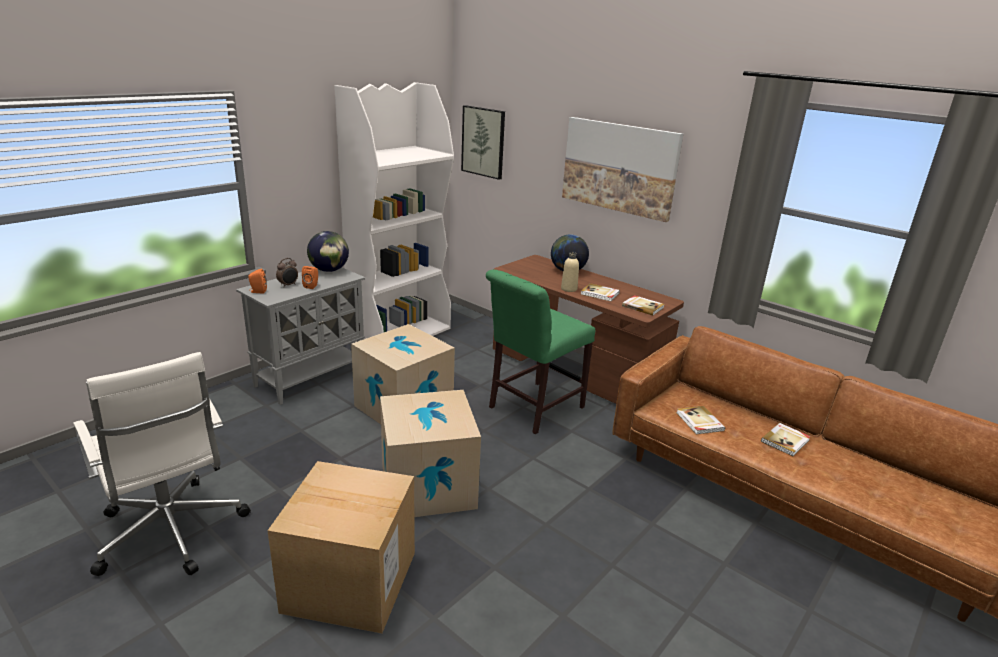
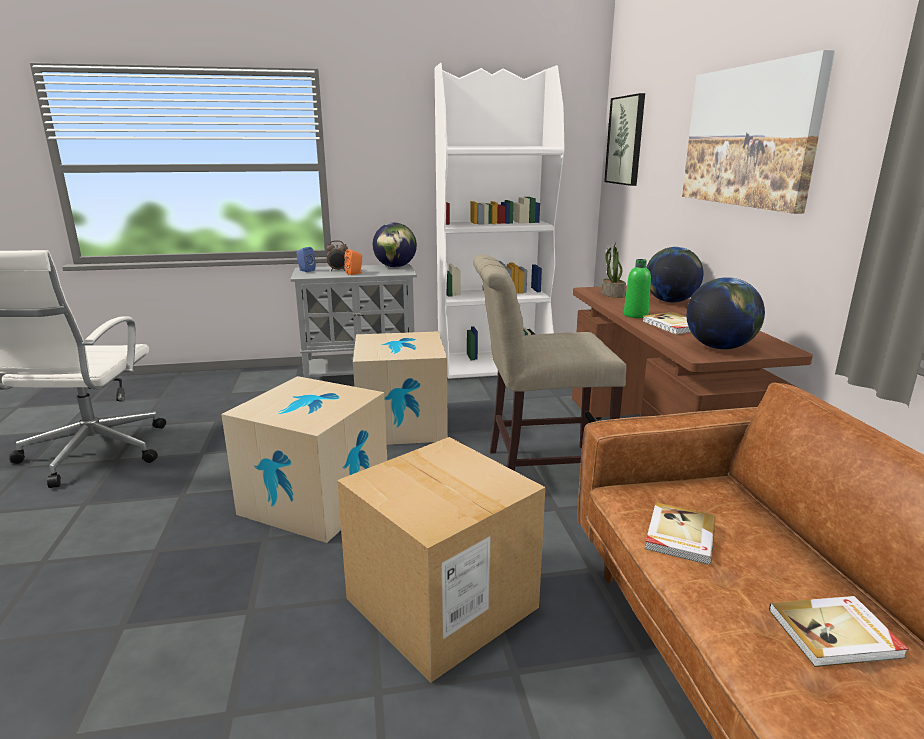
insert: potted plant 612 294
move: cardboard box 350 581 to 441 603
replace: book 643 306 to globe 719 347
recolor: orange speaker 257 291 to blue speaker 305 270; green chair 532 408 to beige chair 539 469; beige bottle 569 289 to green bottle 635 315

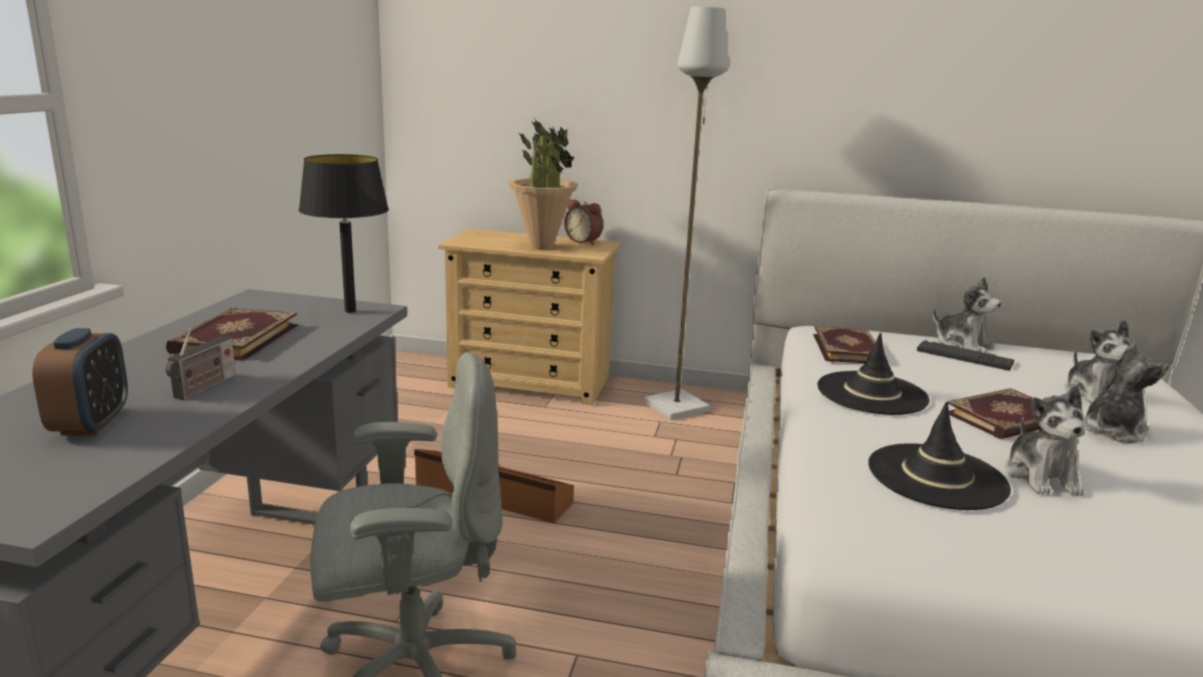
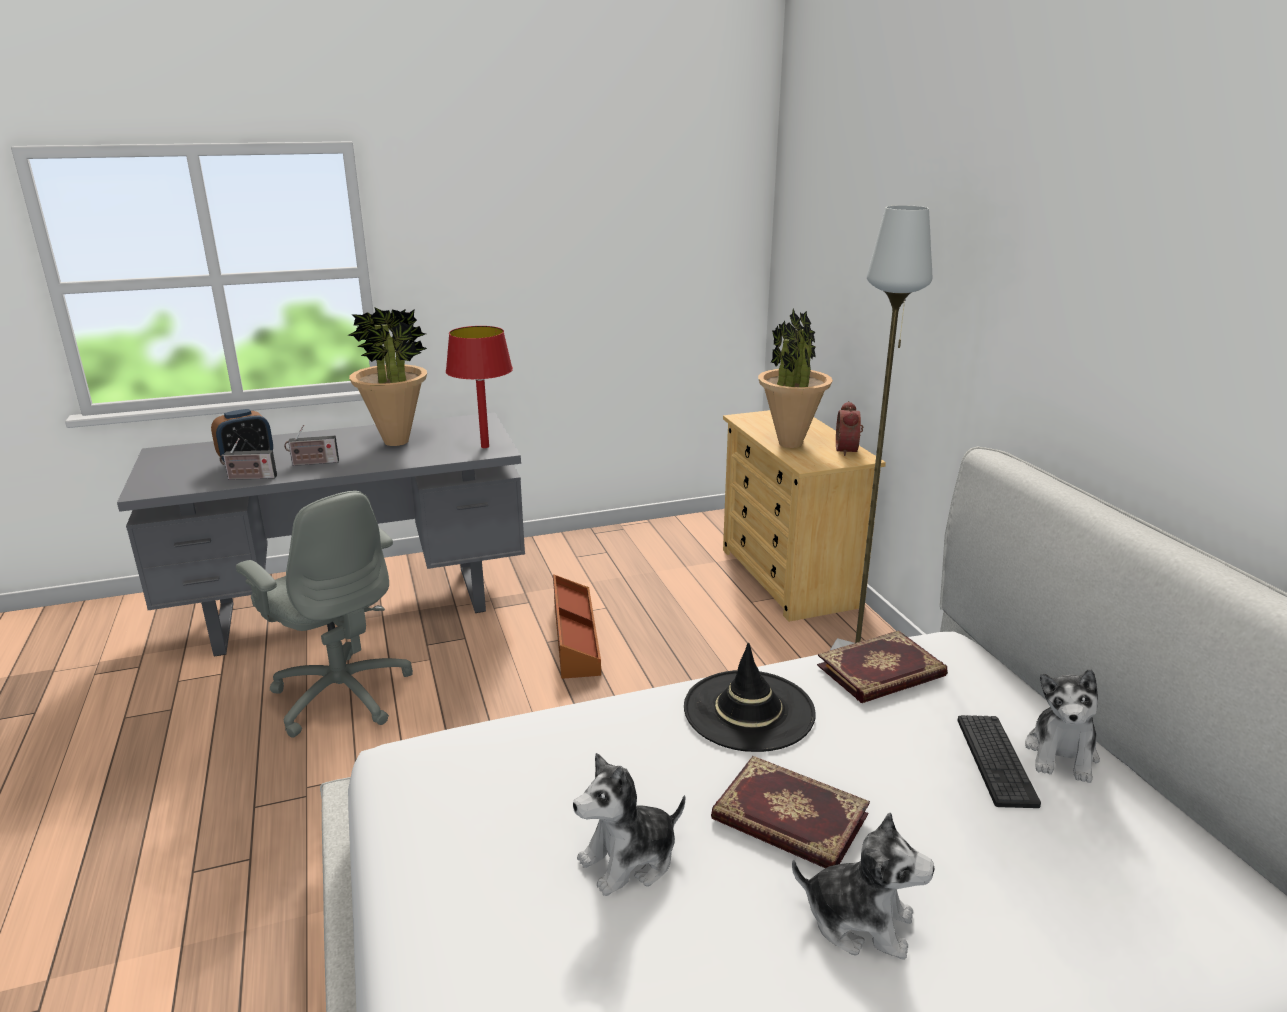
delete: black hat 937 477; plush toy 1093 395
insert: radio 250 478
replace: book 234 338 to potted plant 397 441
recolor: black table lamp 350 311 to red table lamp 484 446

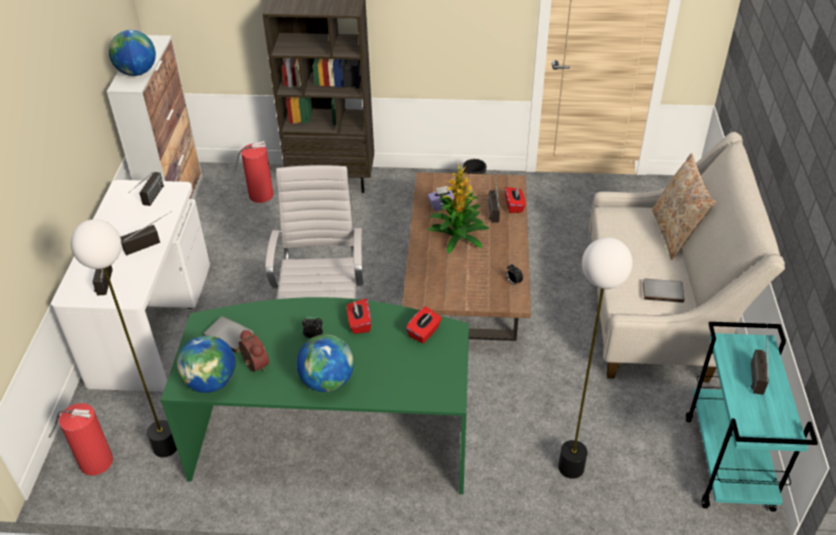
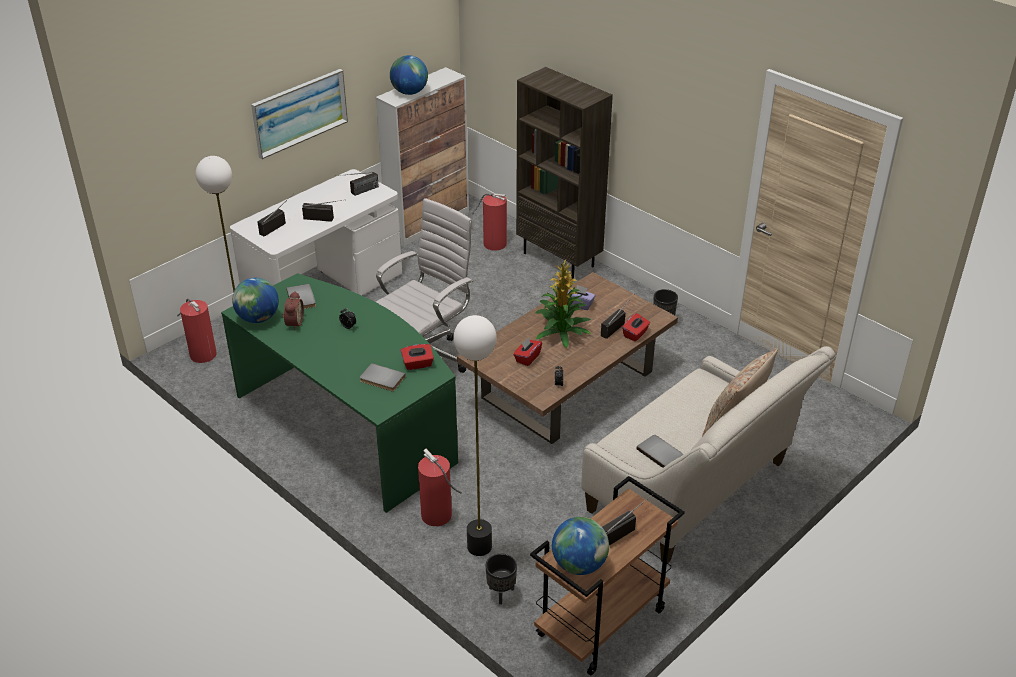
insert: picture 299 112; grey book 381 379; fire extinguisher 437 516; black planter 501 593
move: globe 327 381 to 579 565; red tissue box 359 323 to 527 358
recolor: turquoise cart 729 463 to brown cart 601 624

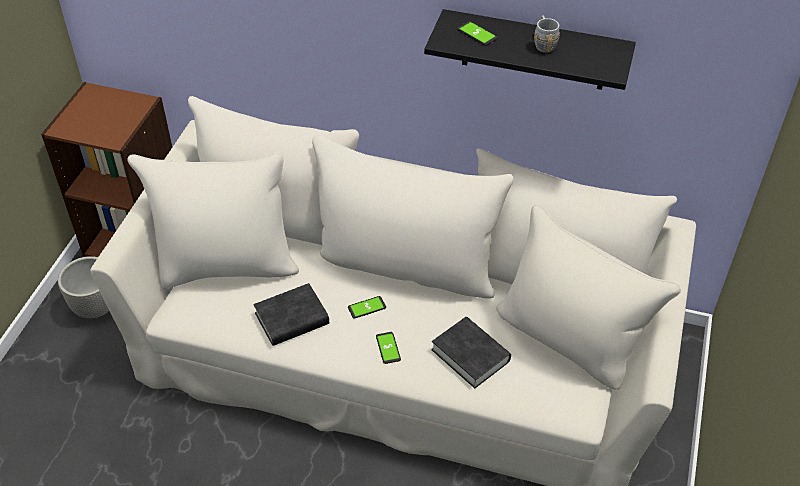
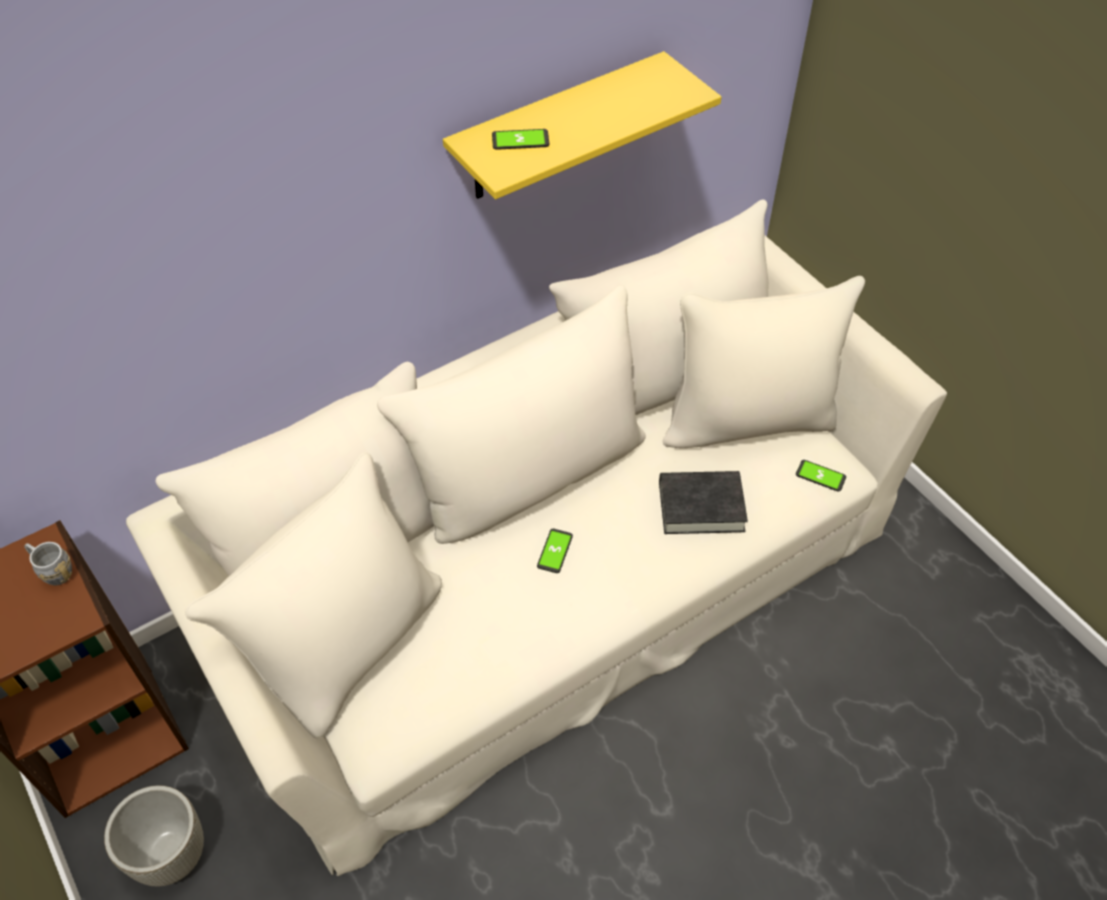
delete: black book 292 319
move: phone 388 348 to 820 476; grey mug 543 43 to 53 571
recolor: black shelf 534 50 to yellow shelf 557 128

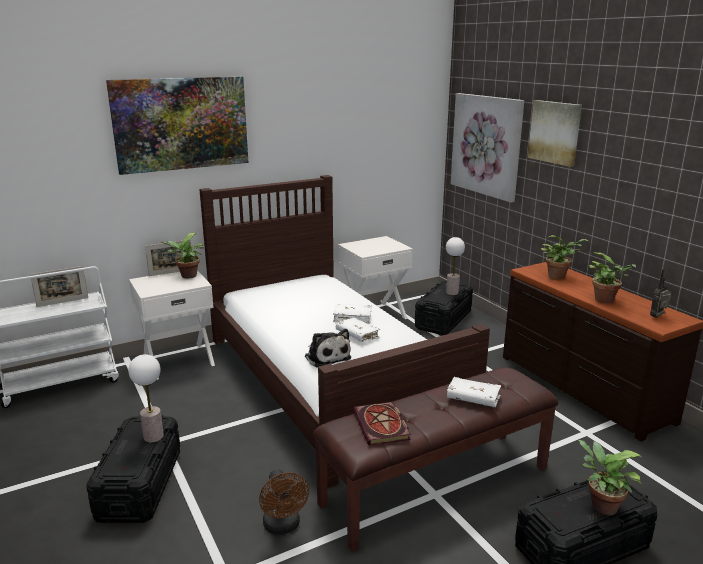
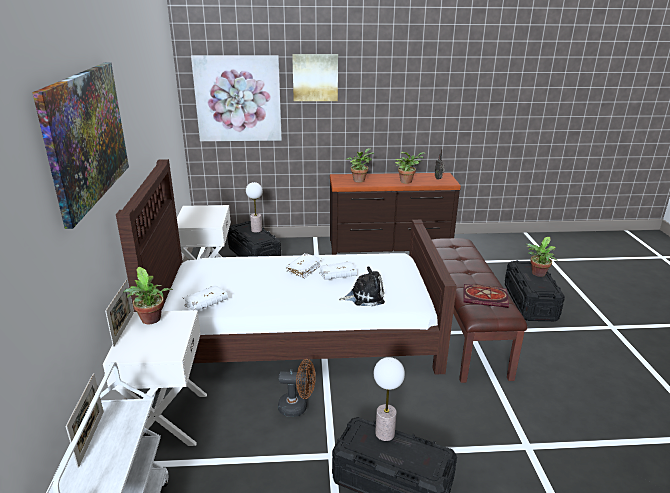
move: brown fan 283 526 to 298 407; white book 473 399 to 206 303

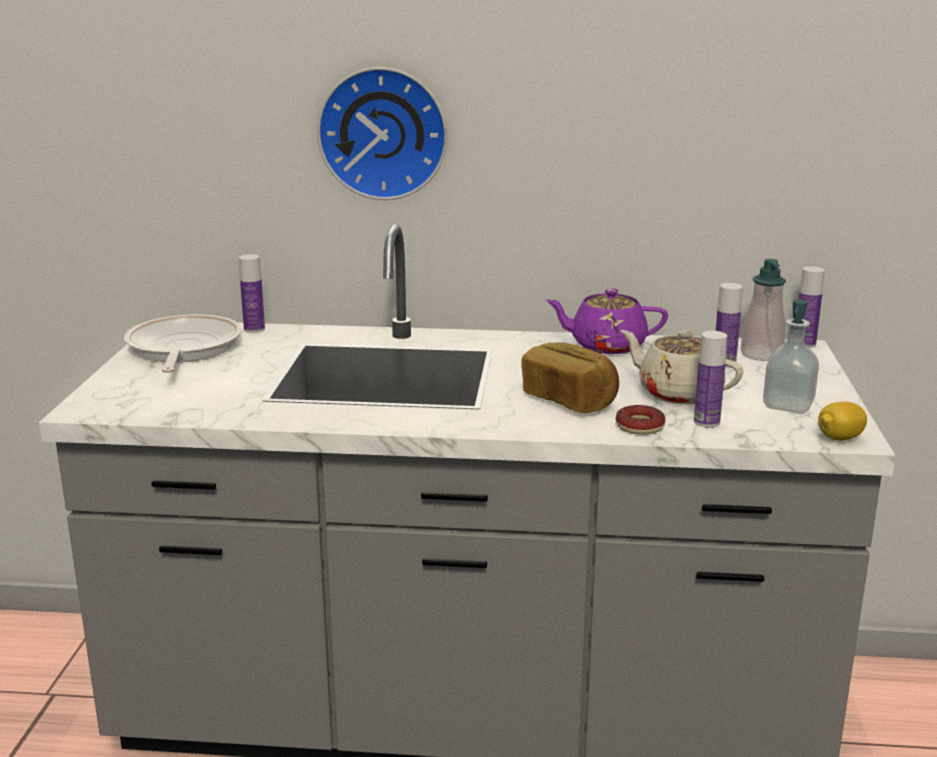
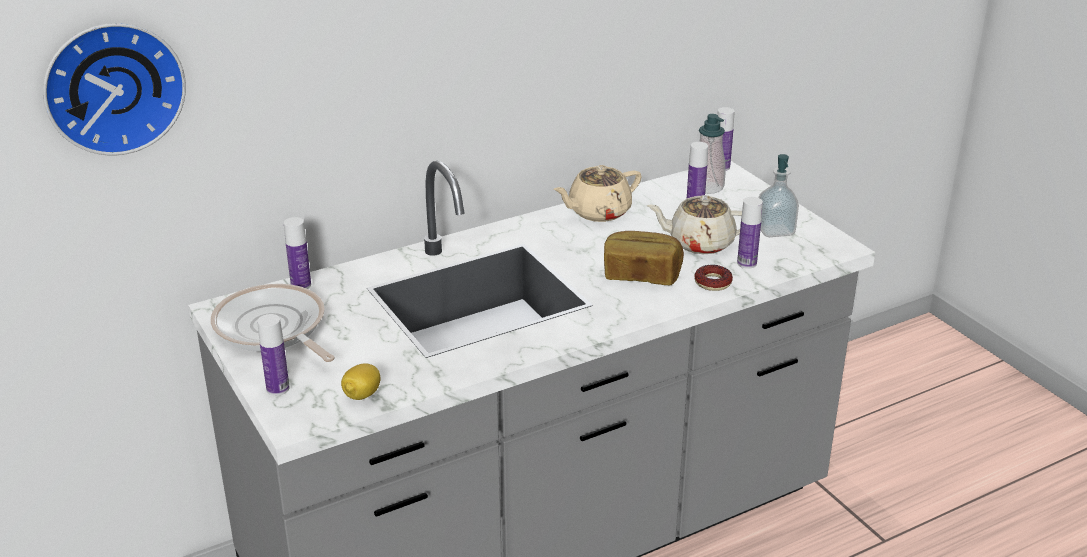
insert: bottle 278 388
move: wall clock 383 133 to 113 86; lemon 839 438 to 362 395
recolor: purple teapot 606 346 to beige teapot 598 212

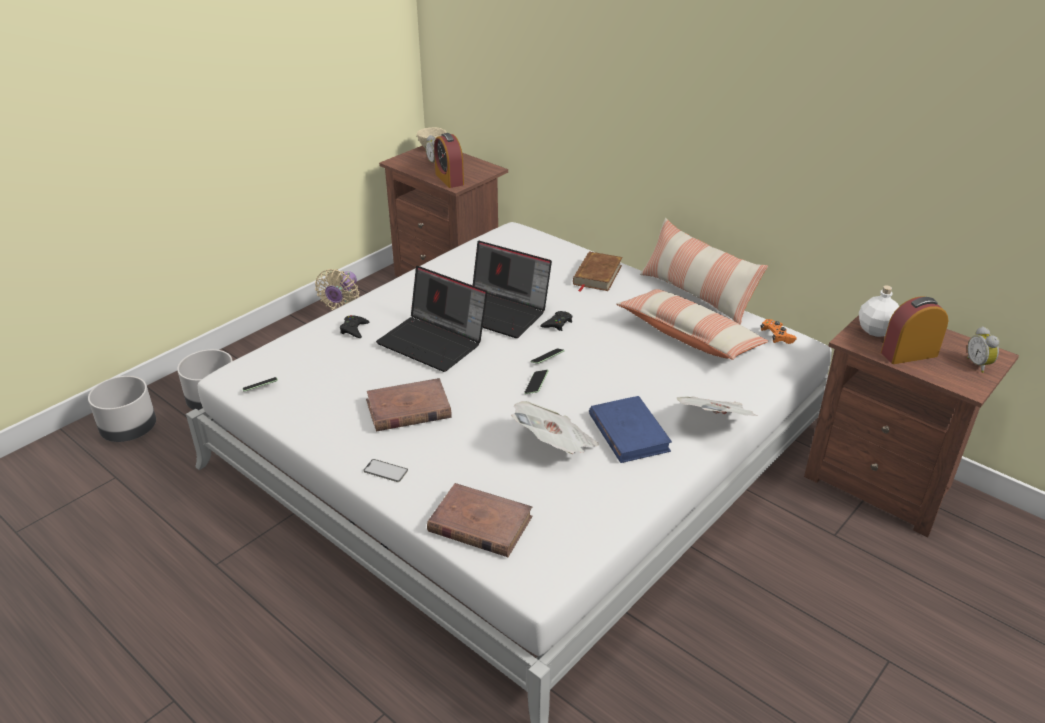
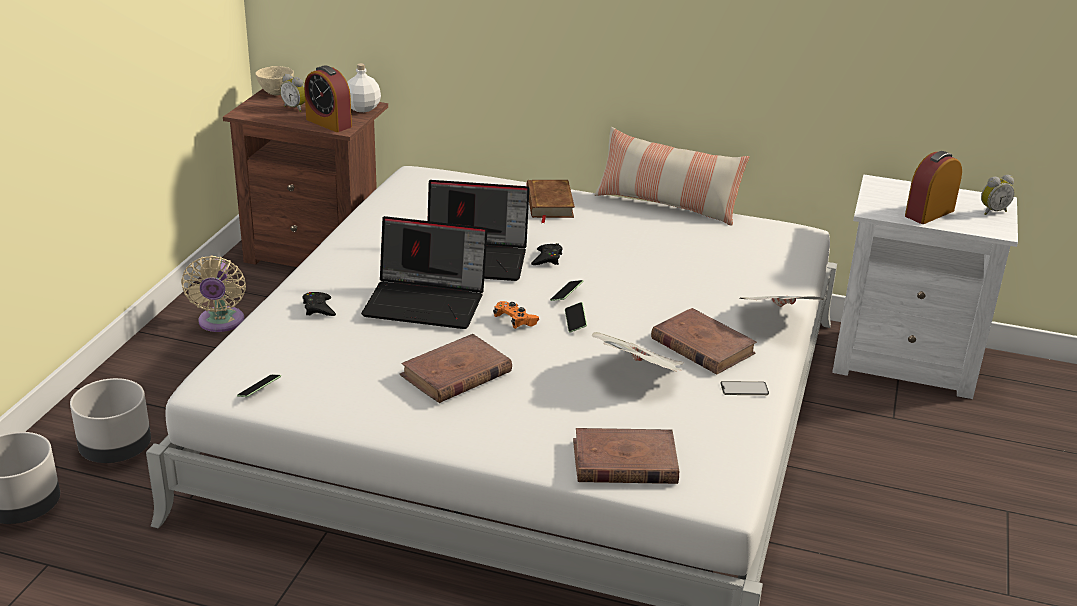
delete: pillow 689 336
move: phone 385 471 to 744 389; orange game controller 776 337 to 515 321; white bottle 875 330 to 362 108
recolor: blue book 628 432 to brown book 702 346; brown nightstand 883 483 to white nightstand 905 362
rotate: alarm clock 979 365 = 992 211 75 degrees counterclockwise

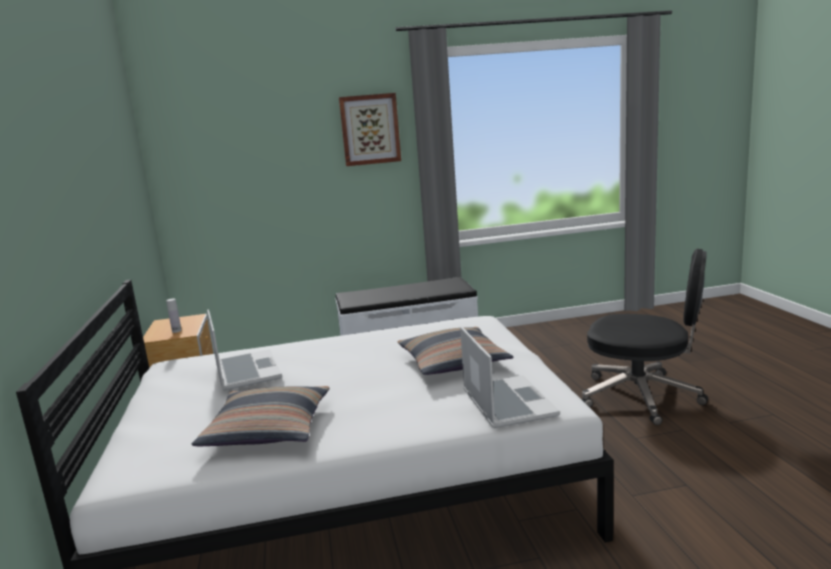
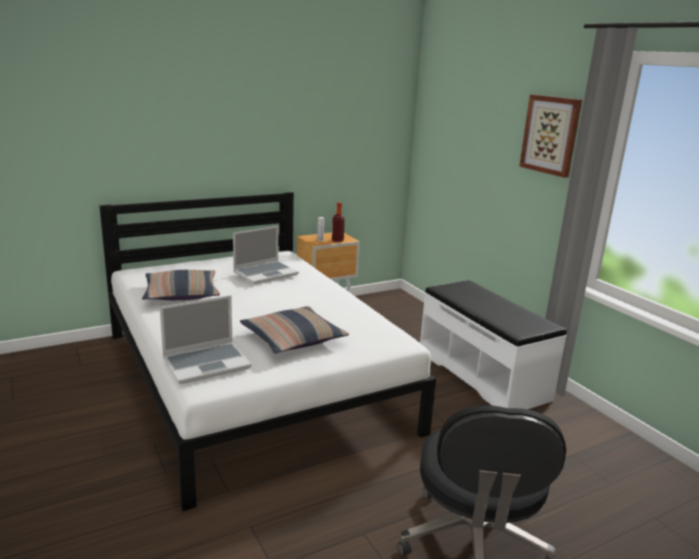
insert: bottle 337 240

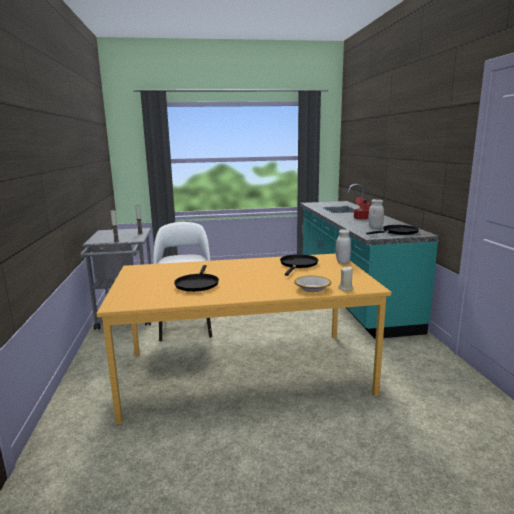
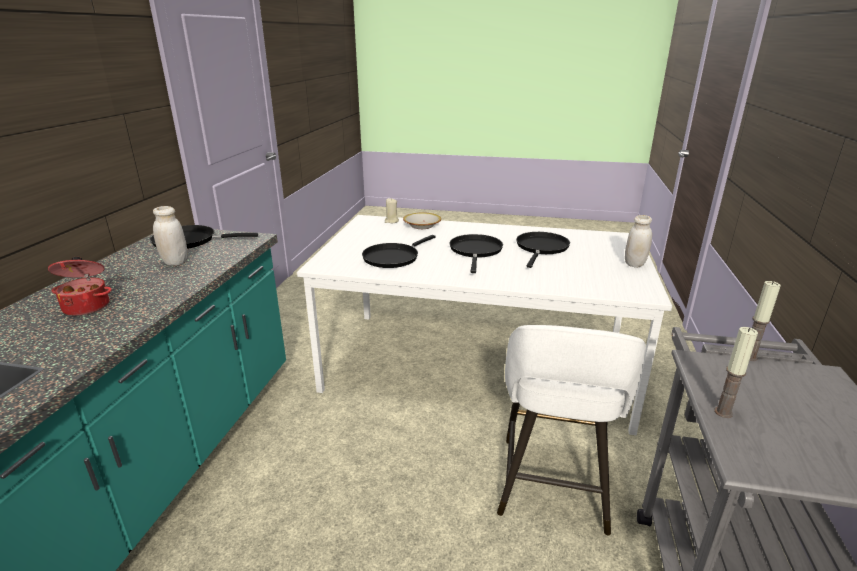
insert: black frying pan 475 251
move: white jar 342 262 to 634 264
recolor: orange dining table 244 373 to white dining table 478 365

